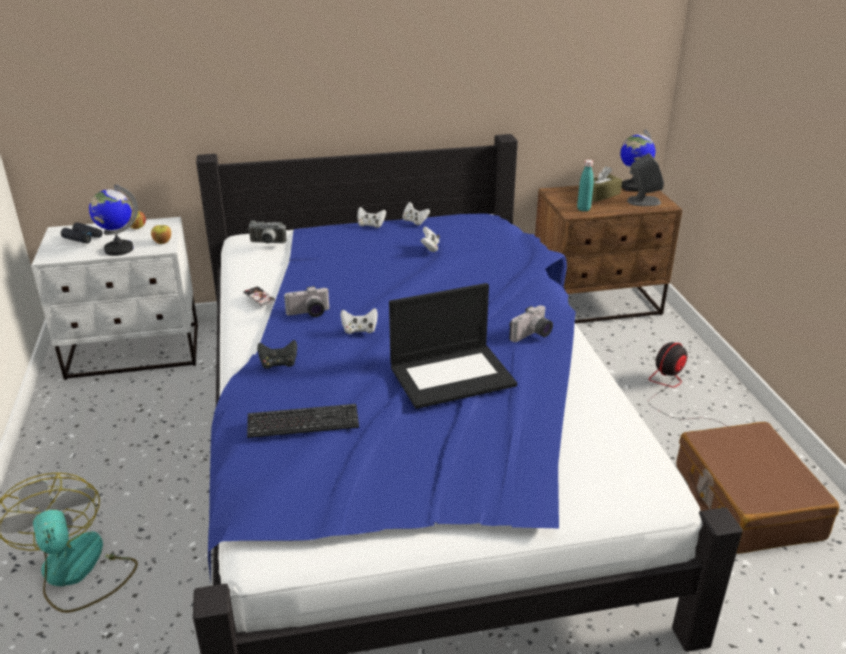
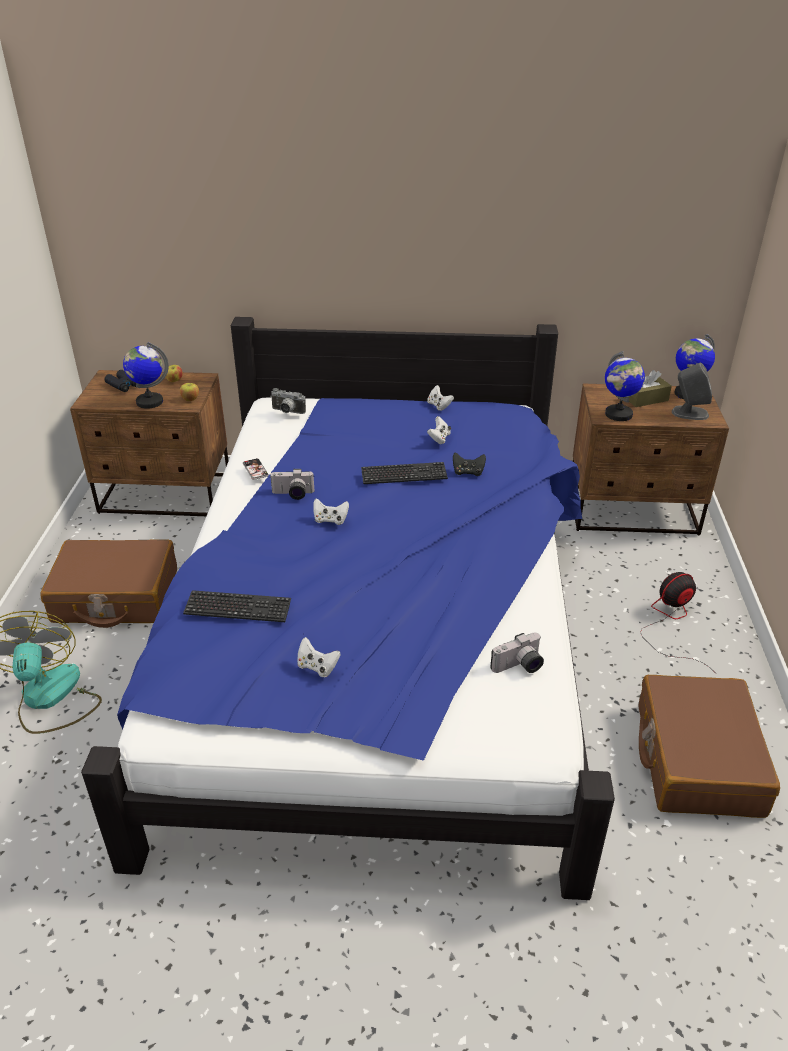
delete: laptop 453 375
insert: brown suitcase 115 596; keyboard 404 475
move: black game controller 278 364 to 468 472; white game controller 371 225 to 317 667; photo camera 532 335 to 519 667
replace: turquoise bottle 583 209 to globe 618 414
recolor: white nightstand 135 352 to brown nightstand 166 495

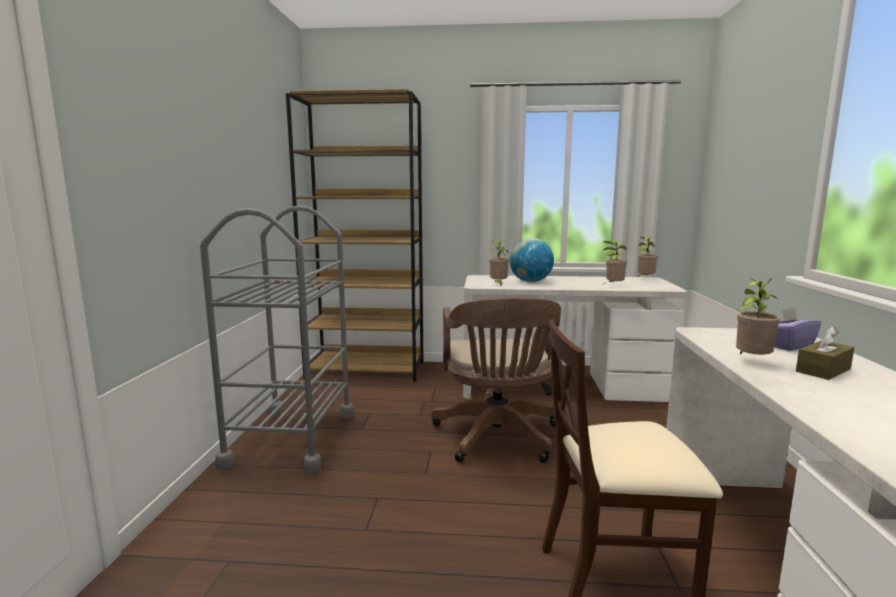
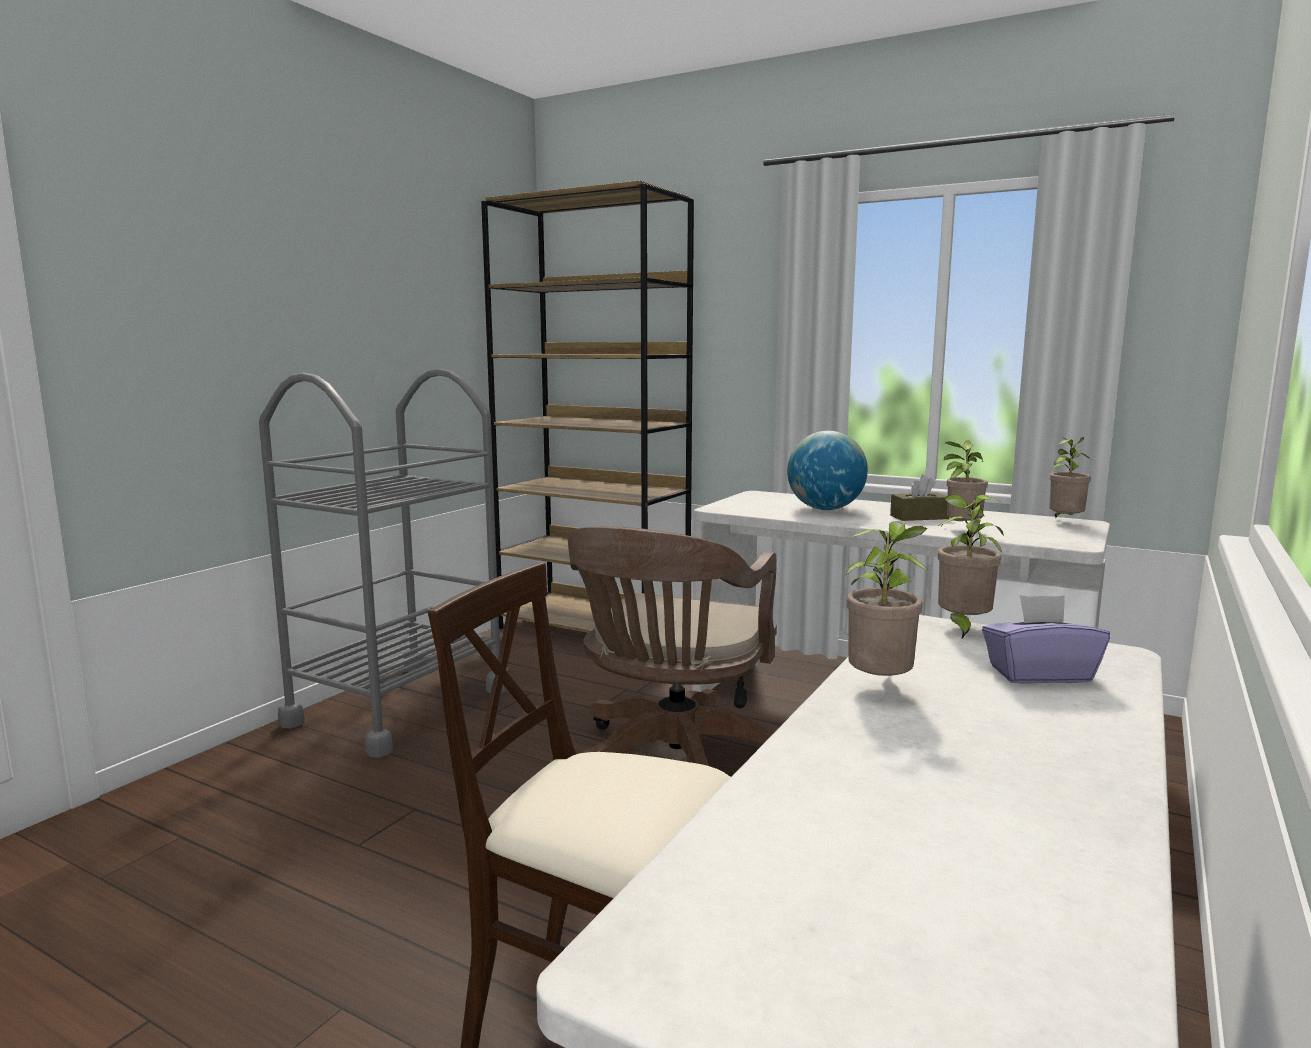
move: potted plant 498 285 to 962 629; brown tissue box 823 370 to 919 517

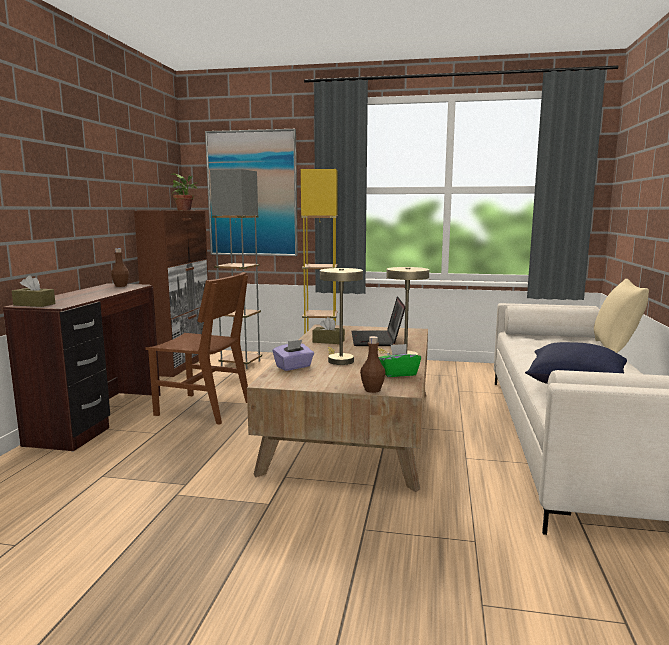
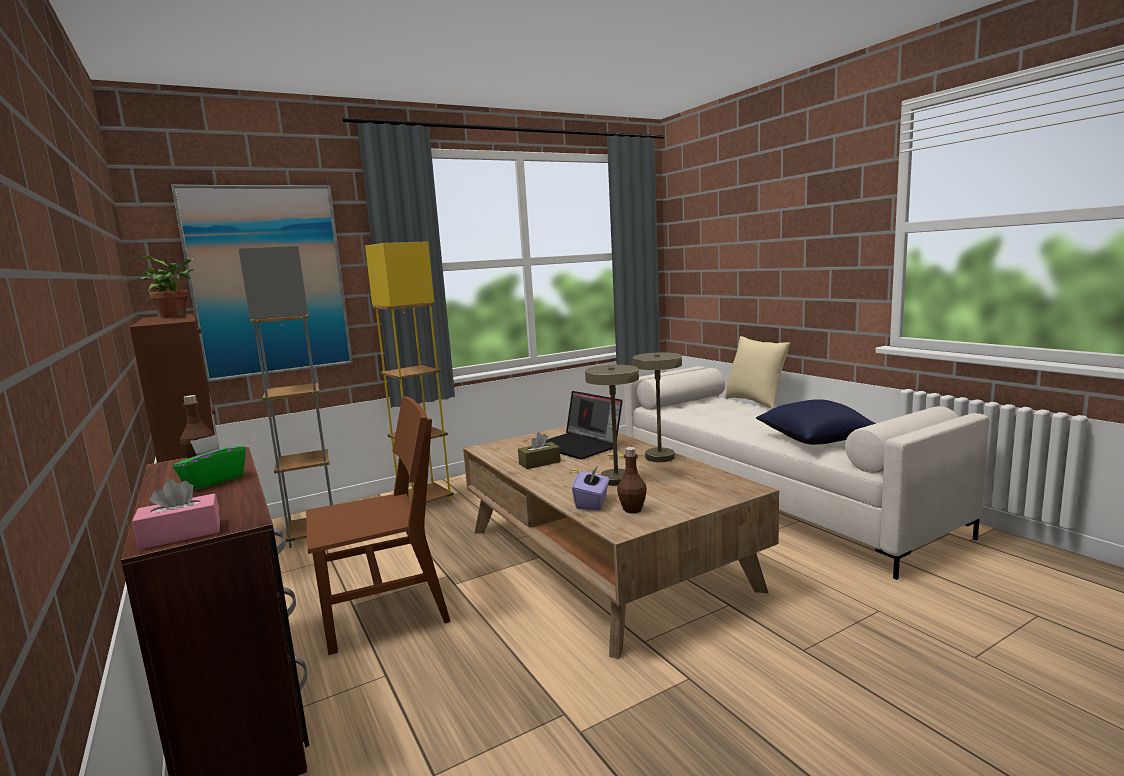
move: brown bottle 372 390 to 632 509; green tissue box 398 373 to 213 481
recolor: brown tissue box 34 304 to pink tissue box 181 534

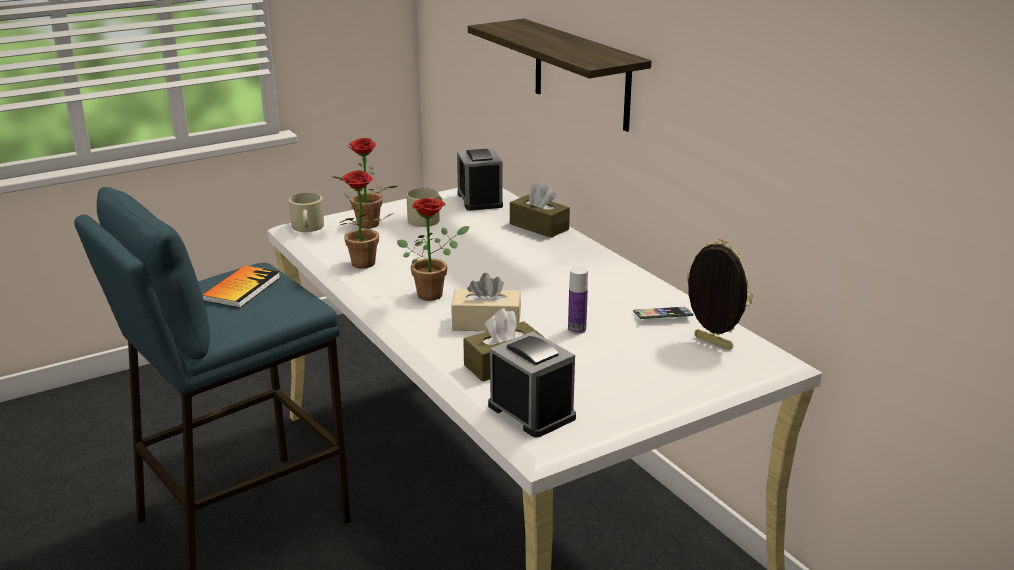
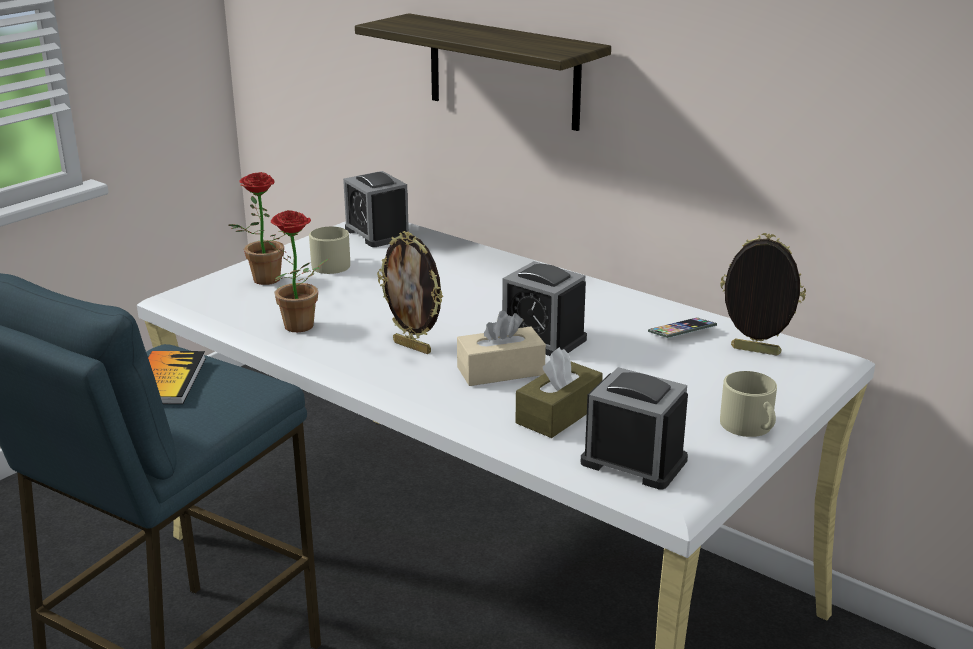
delete: brown tissue box 539 226; bottle 577 329
insert: alarm clock 542 338
move: beige mug 307 227 to 750 427
replace: potted plant 435 293 to picture frame 413 347

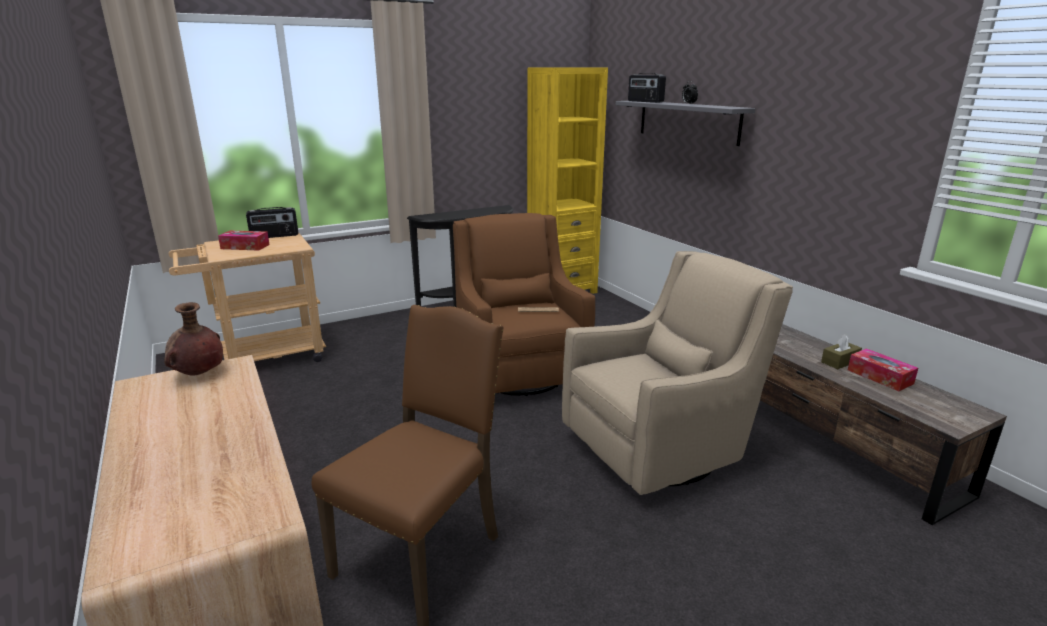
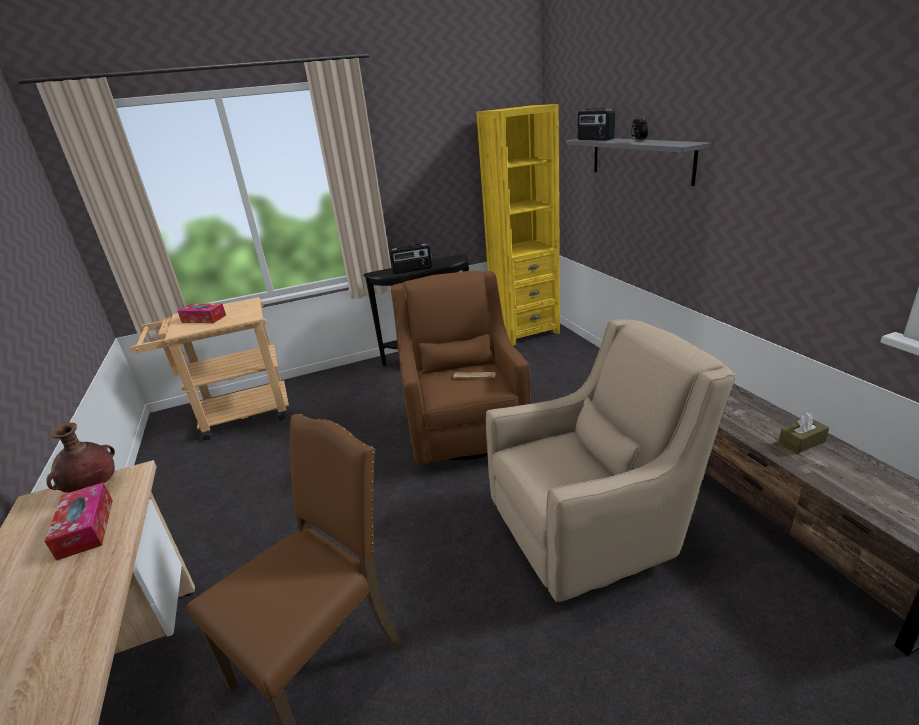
move: radio 274 236 to 412 270; tissue box 880 377 to 86 528

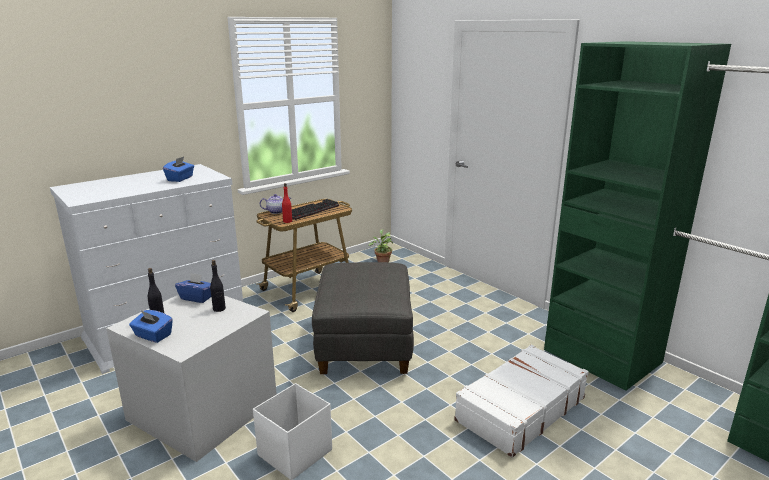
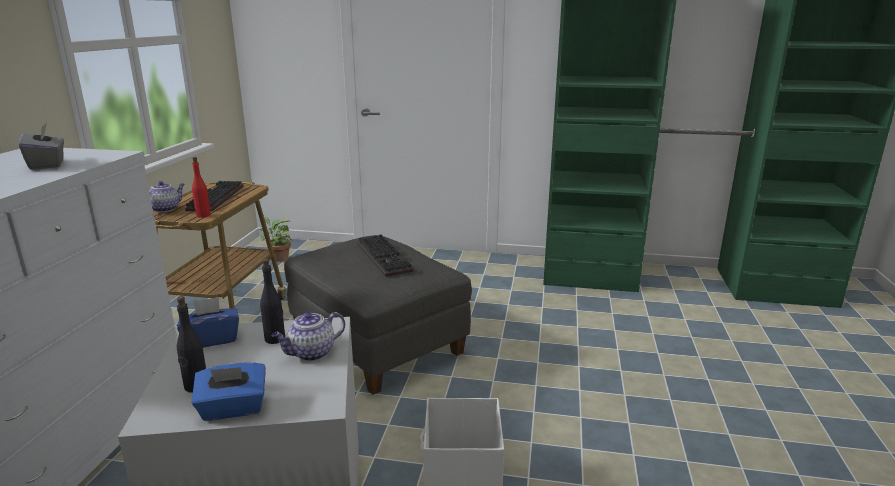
delete: white suitcase 519 409
insert: teapot 311 353; keyboard 385 257
recolor: blue tissue box 180 179 to grey tissue box 48 164

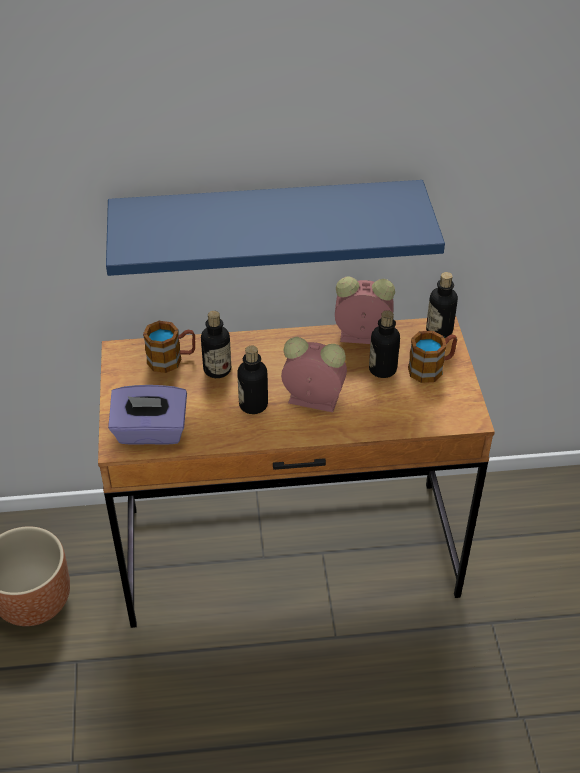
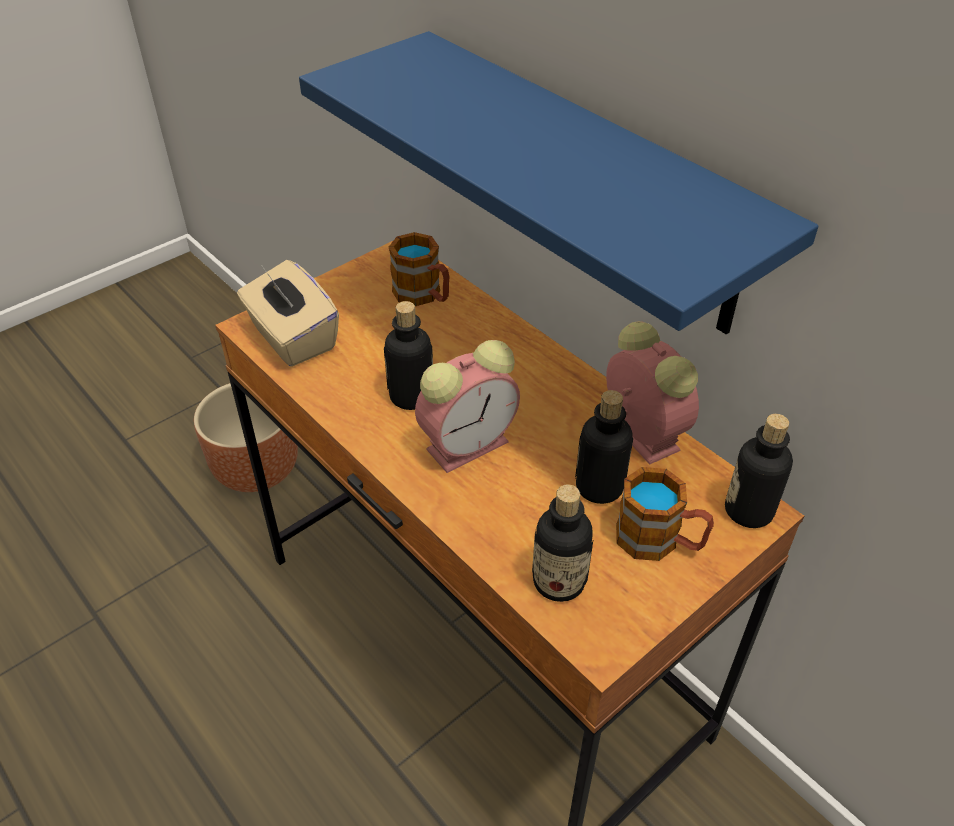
move: bottle 217 369 to 559 581
recolor: purple tissue box 150 432 to beige tissue box 292 338
rotate: alarm clock 311 399 = 469 443 75 degrees clockwise

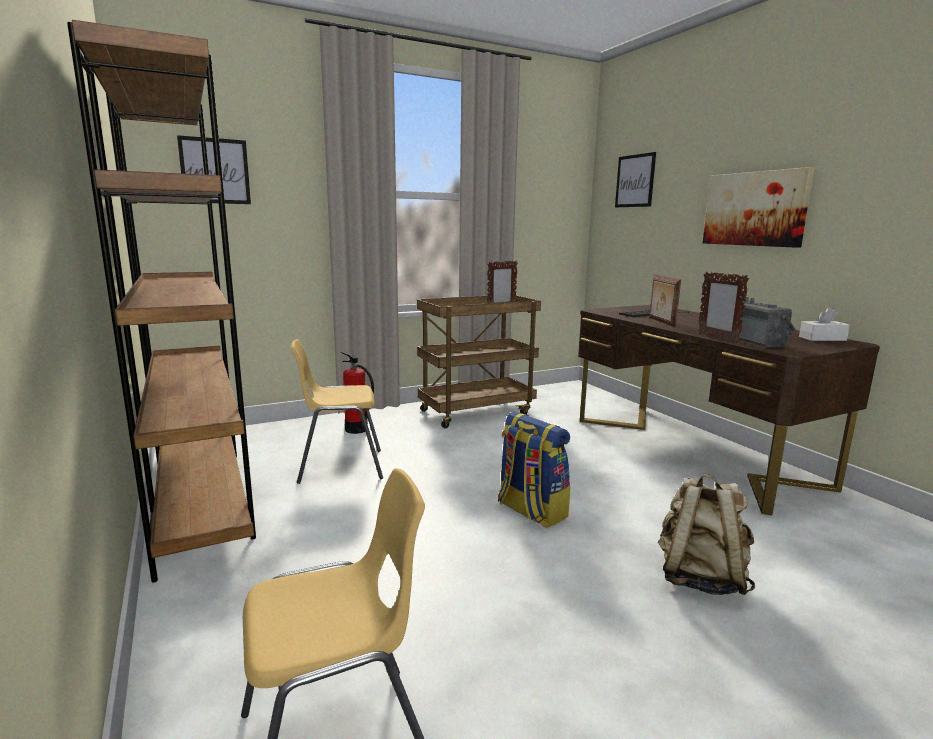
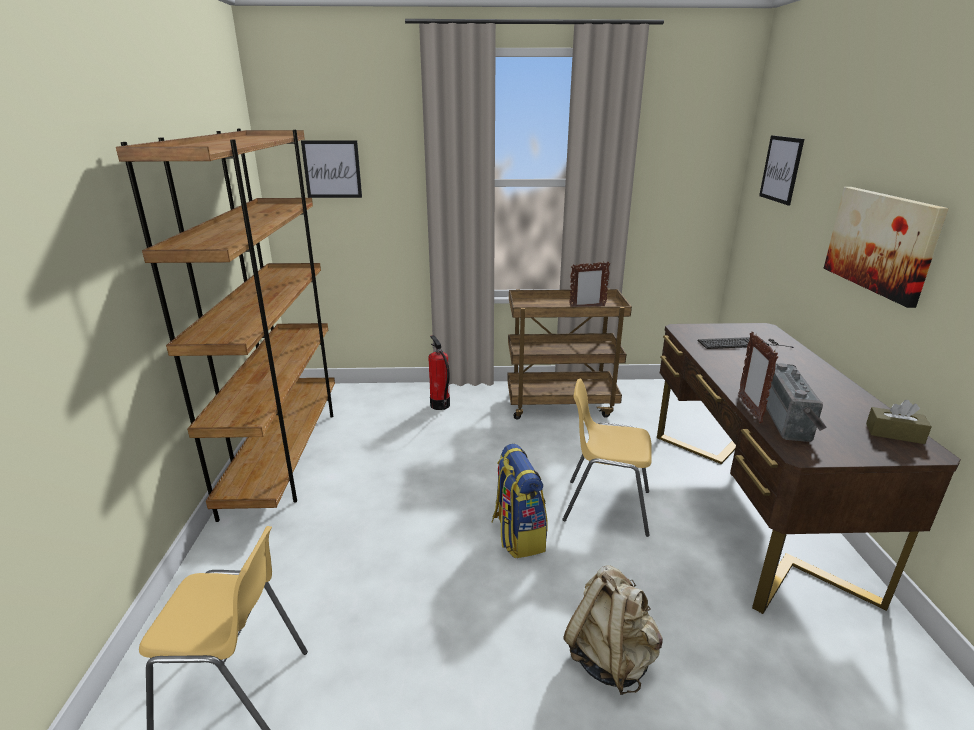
delete: picture frame 660 322
move: yellow chair 340 466 to 605 506
recolor: white tissue box 822 338 to brown tissue box 894 433

